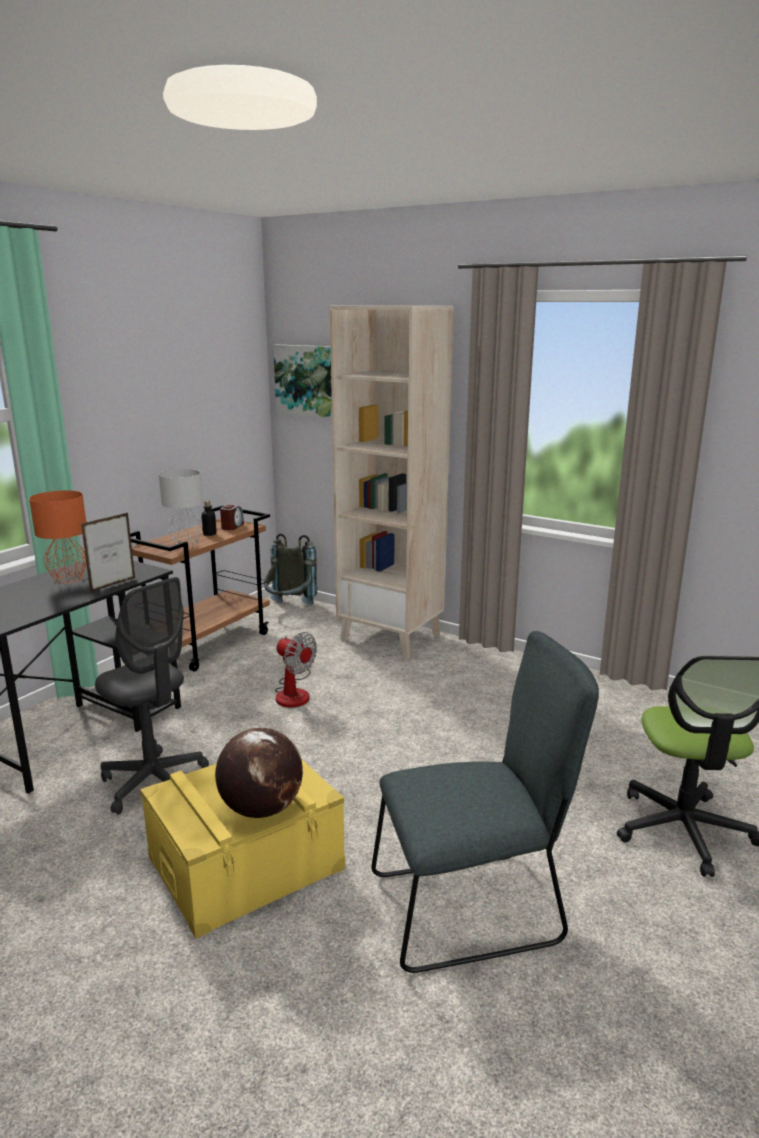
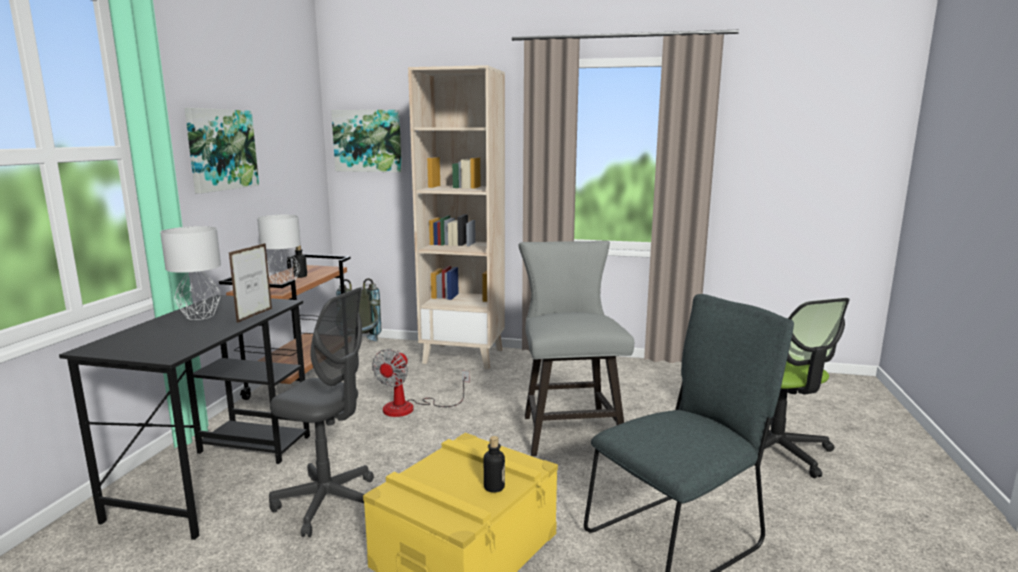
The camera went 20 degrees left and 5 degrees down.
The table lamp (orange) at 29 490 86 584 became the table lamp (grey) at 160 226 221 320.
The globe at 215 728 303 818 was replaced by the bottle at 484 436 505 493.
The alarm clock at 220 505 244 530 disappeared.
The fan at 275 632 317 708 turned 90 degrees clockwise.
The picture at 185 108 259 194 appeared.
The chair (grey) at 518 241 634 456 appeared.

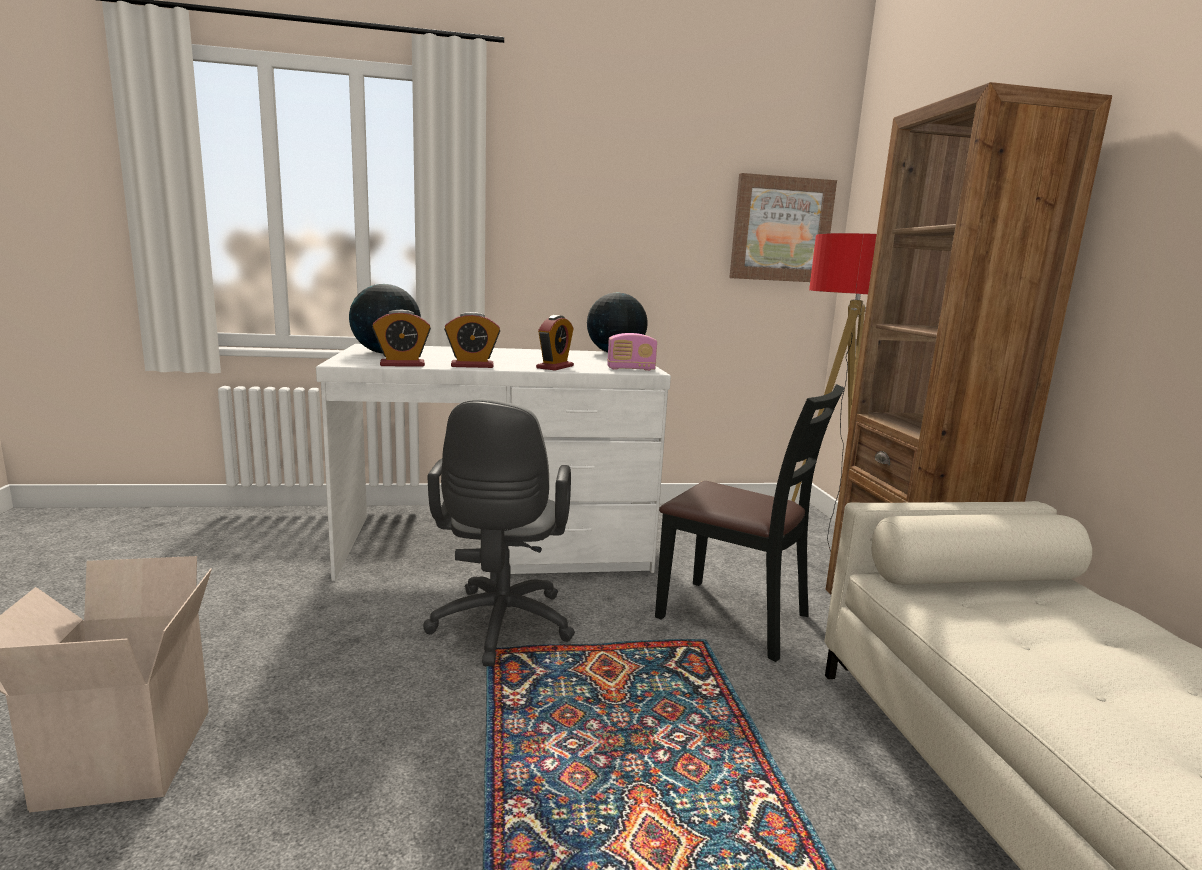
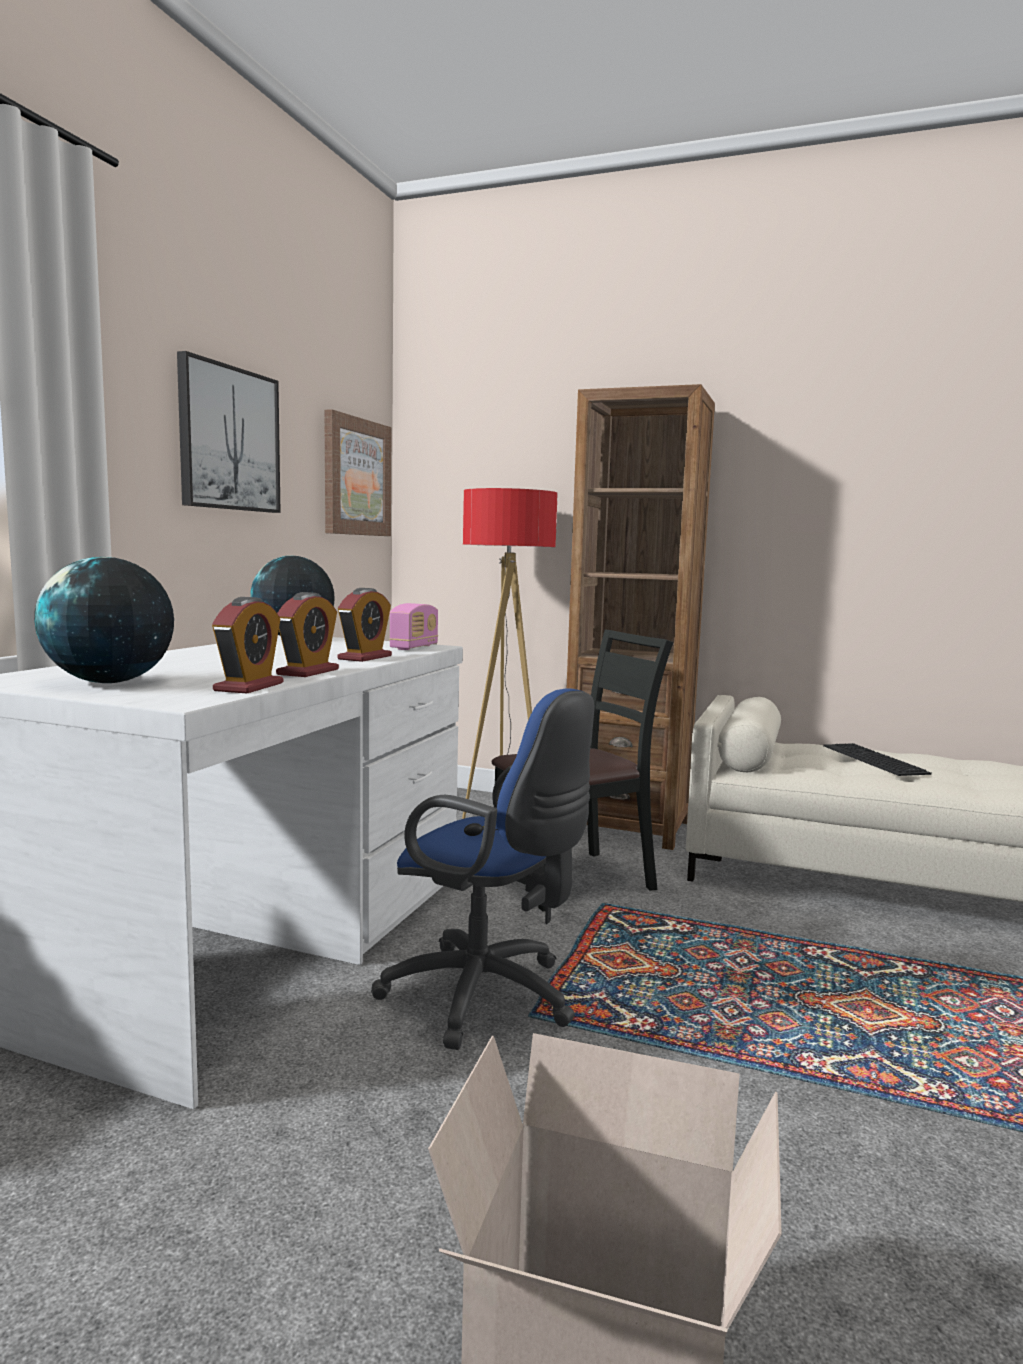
The camera went 60 degrees left and 5 degrees down.
The office chair (grey) at 423 399 575 666 became the office chair (blue) at 371 689 594 1050.
The alarm clock at 536 315 574 370 turned 60 degrees clockwise.
The picture at 177 351 281 513 appeared.
The keyboard at 823 743 932 776 appeared.

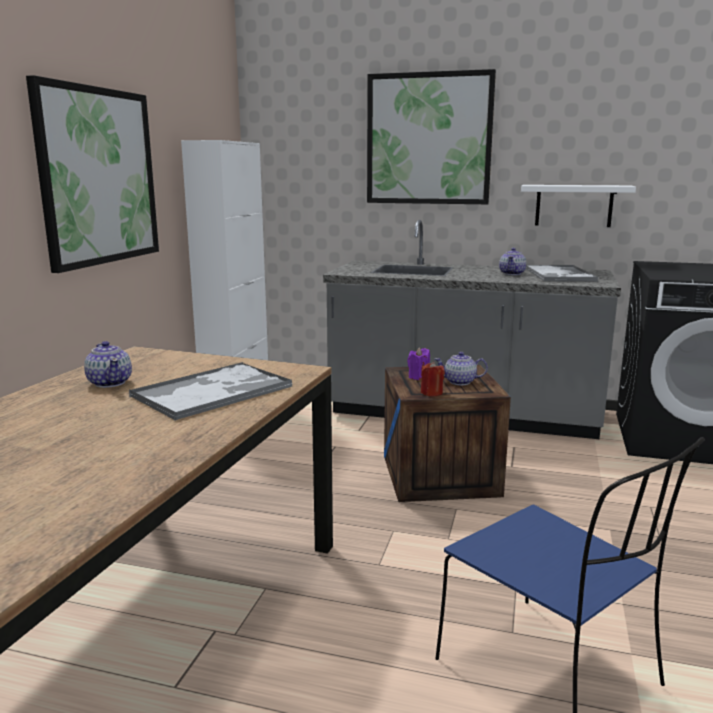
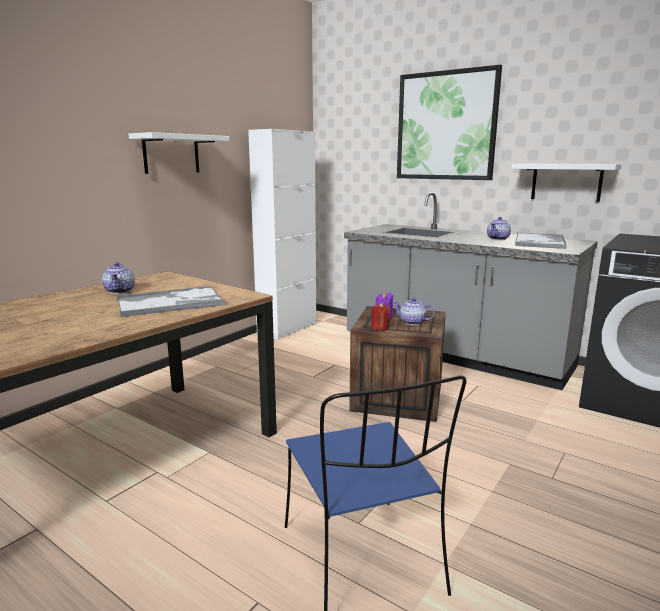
The camera went 20 degrees right and 0 degrees up.
The picture at 26 75 159 273 was replaced by the shelf (white) at 128 132 229 174.

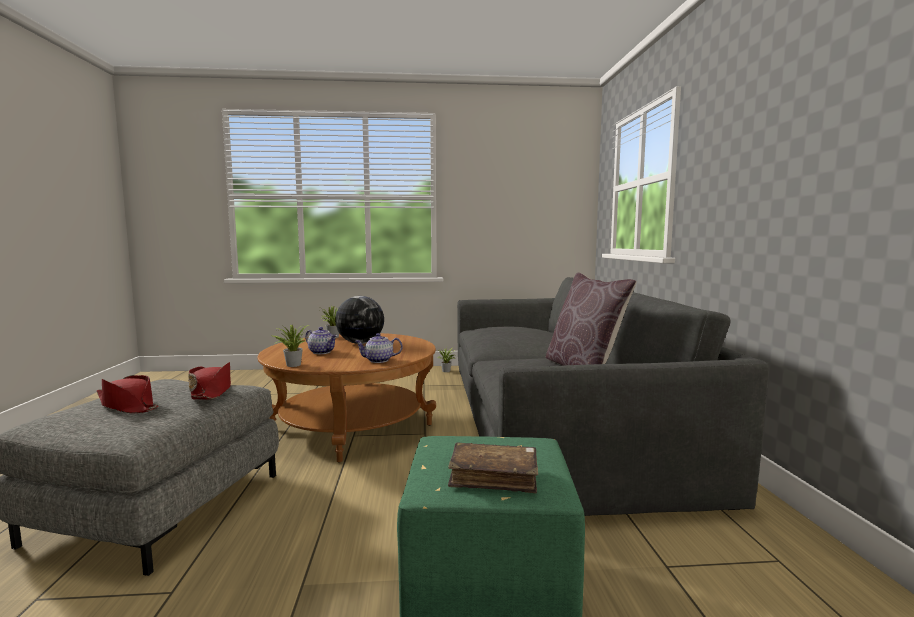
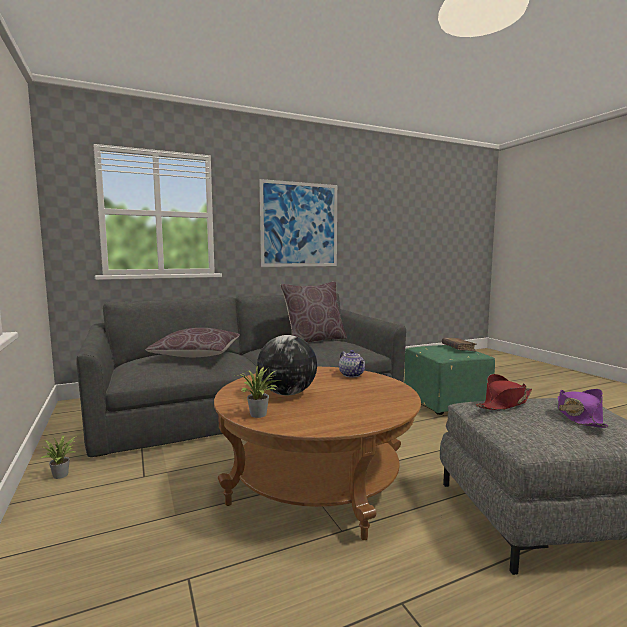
The camera went 110 degrees left and 0 degrees up.
The hat (red) at 97 375 159 413 became the hat (purple) at 558 389 609 428.
The potted plant at 272 325 309 367 disappeared.
The teapot at 305 327 337 354 disappeared.
The pillow (brown) at 146 328 240 357 appeared.
The picture at 259 179 337 267 appeared.

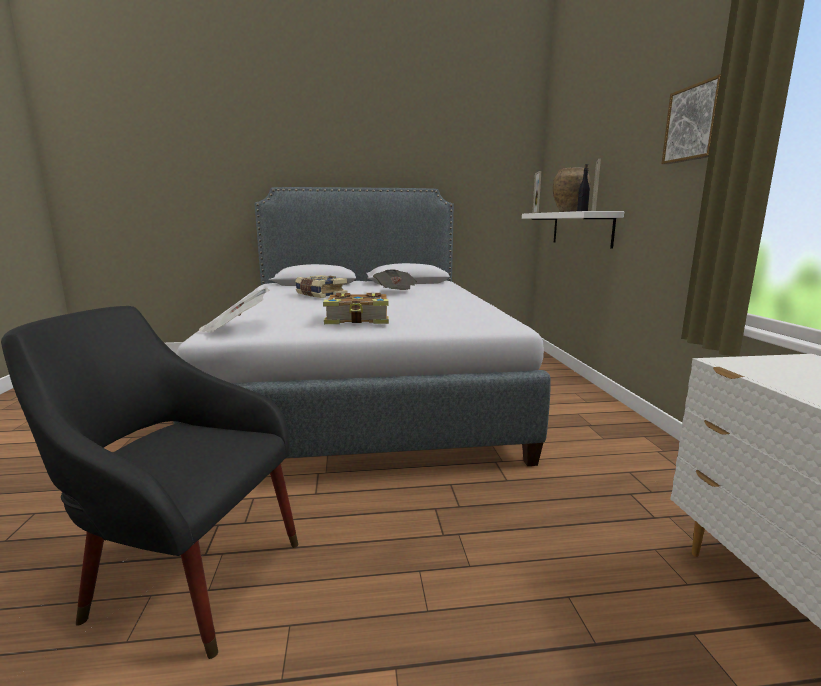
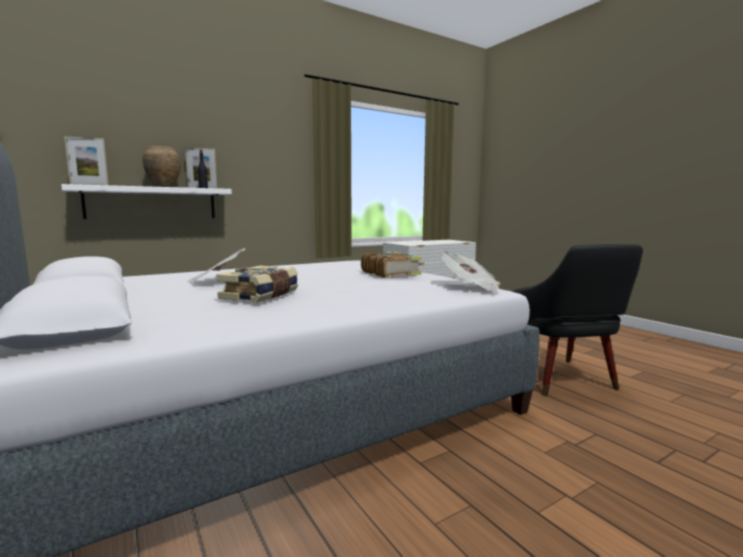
The camera went 115 degrees left and 5 degrees down.
The picture at 662 74 721 164 disappeared.

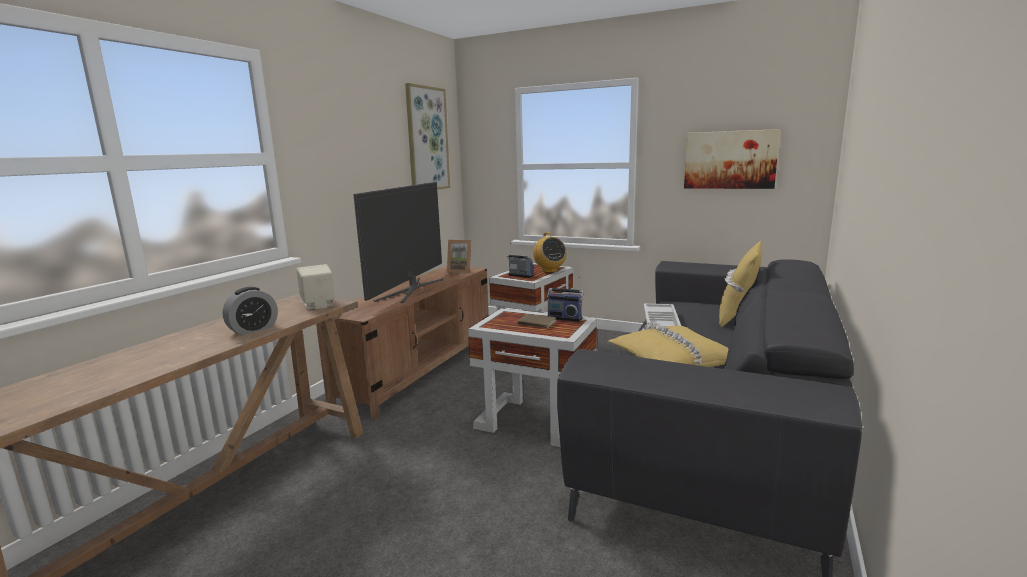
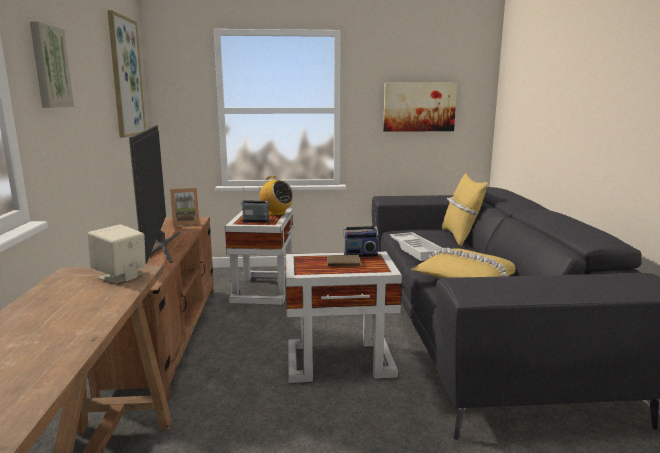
The camera went 30 degrees left and 0 degrees up.
The alarm clock at 223 287 278 335 disappeared.
The picture at 30 21 74 108 appeared.

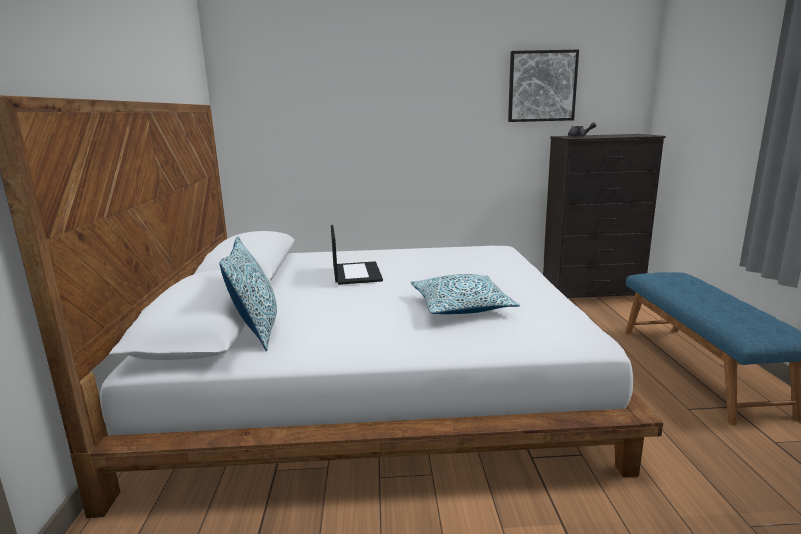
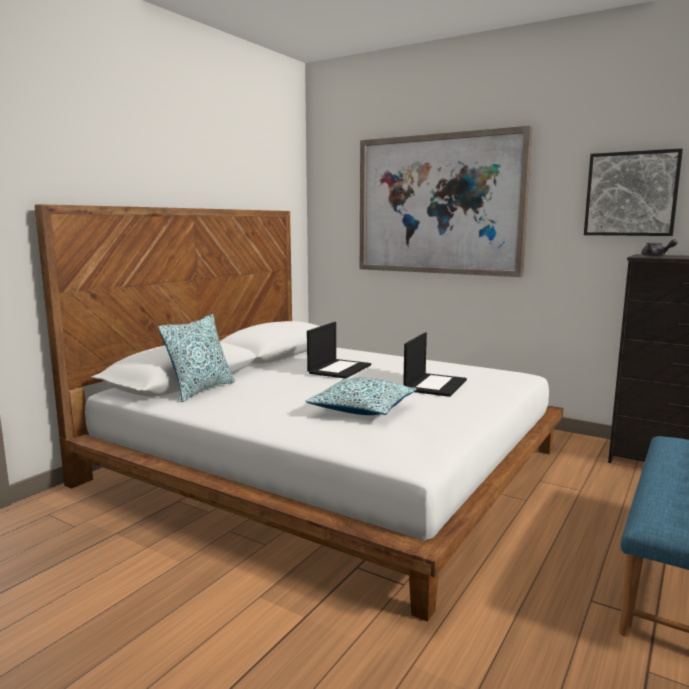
The camera went 35 degrees right and 5 degrees down.
The picture at 360 126 533 277 appeared.
The laptop at 403 333 467 397 appeared.

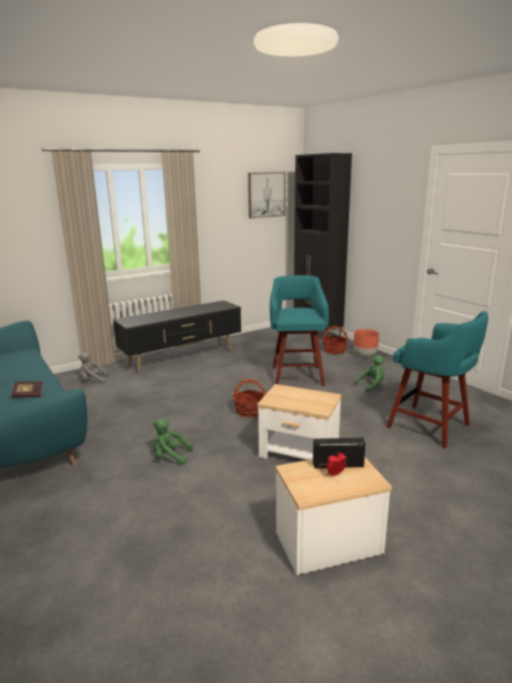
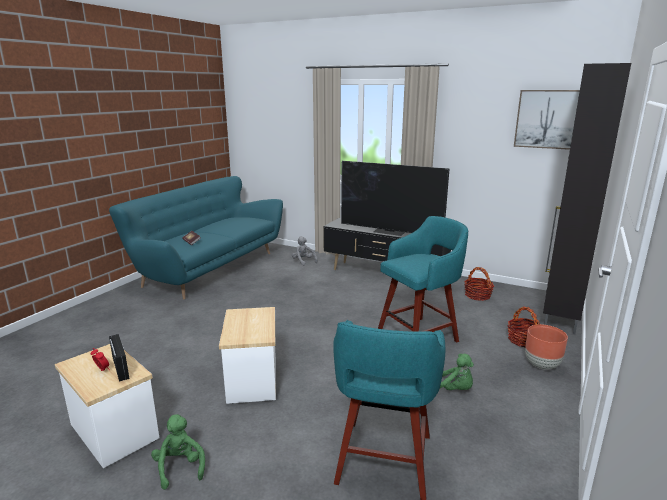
The camera went 60 degrees right and 0 degrees up.
The plush toy (green) moved from 153 419 193 465 to 151 414 205 490.
The basket moved from 232 379 266 418 to 464 267 494 301.
The television at 341 161 449 236 appeared.

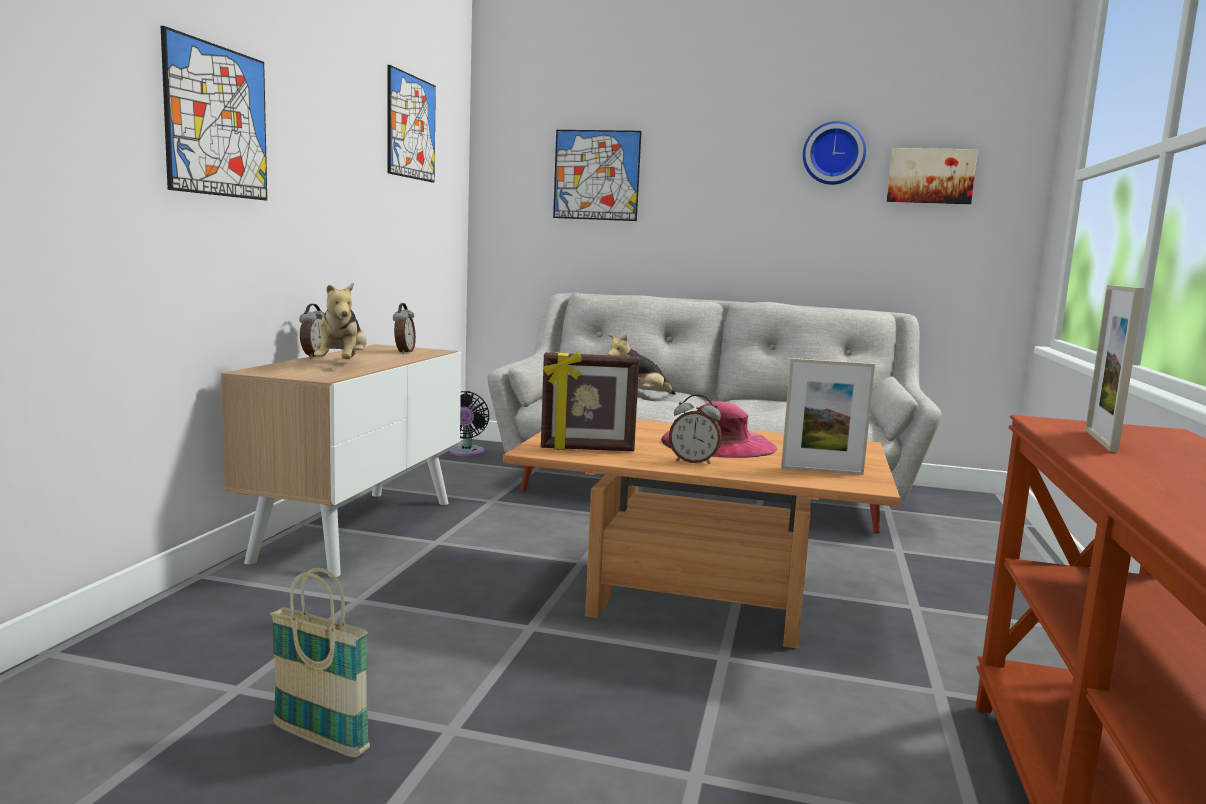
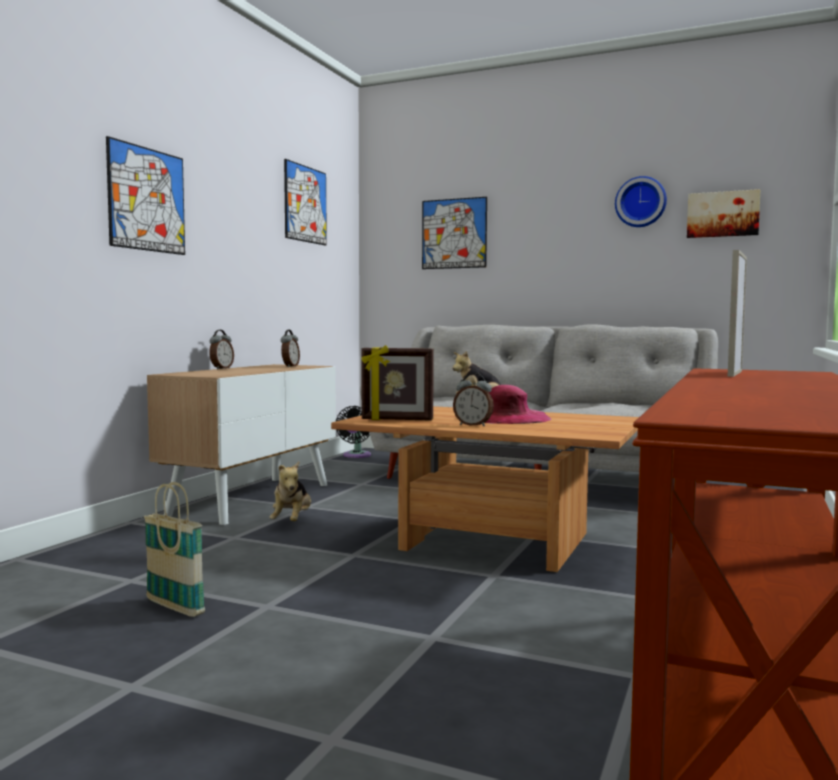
The camera went 10 degrees right and 5 degrees down.
The plush toy moved from 314 282 367 359 to 269 462 311 521.
The picture frame at 781 358 875 475 disappeared.

